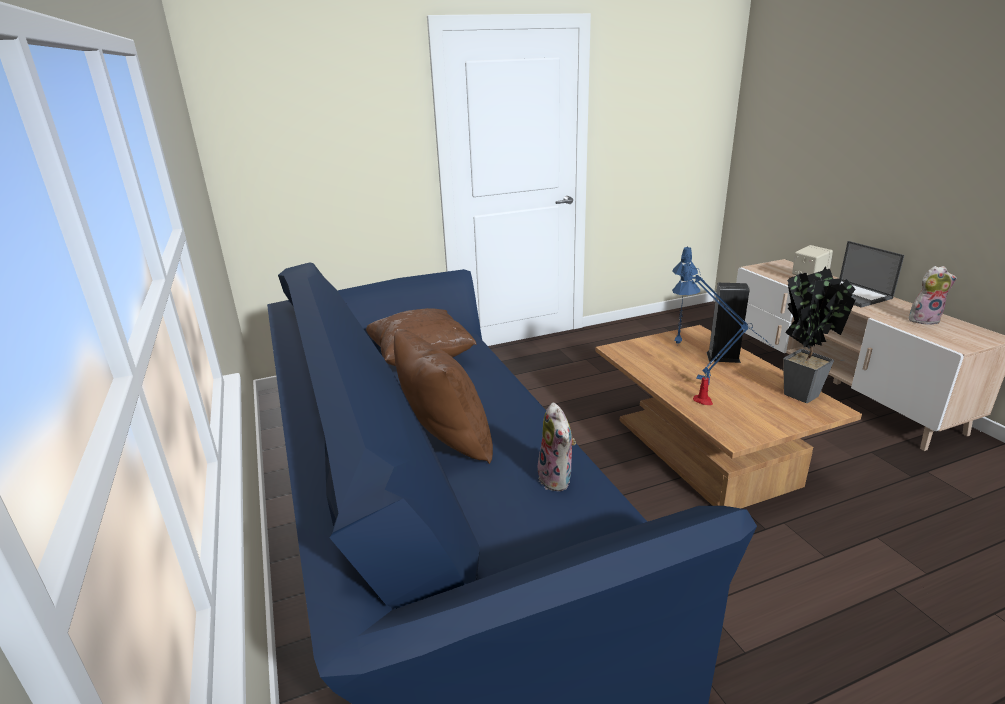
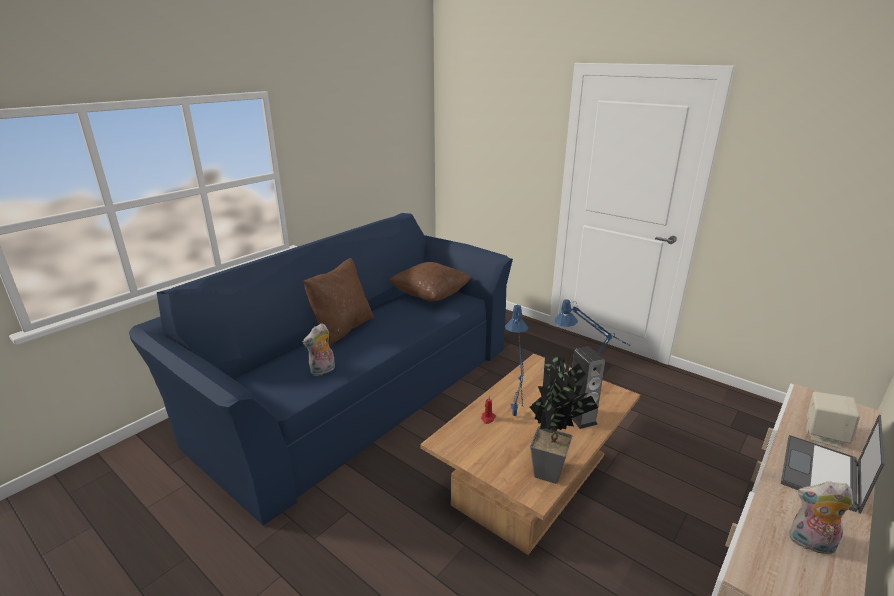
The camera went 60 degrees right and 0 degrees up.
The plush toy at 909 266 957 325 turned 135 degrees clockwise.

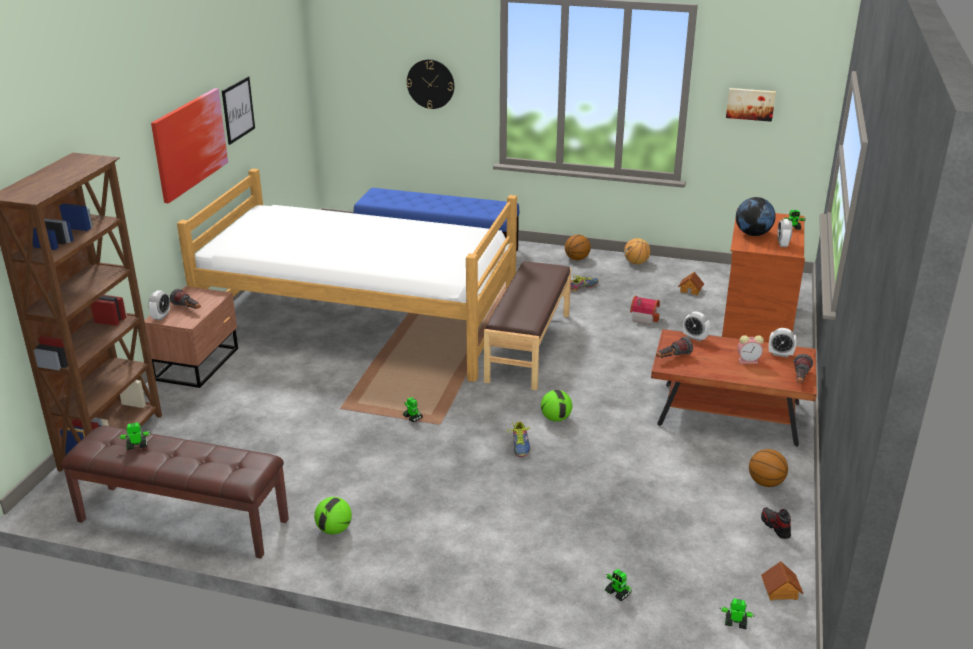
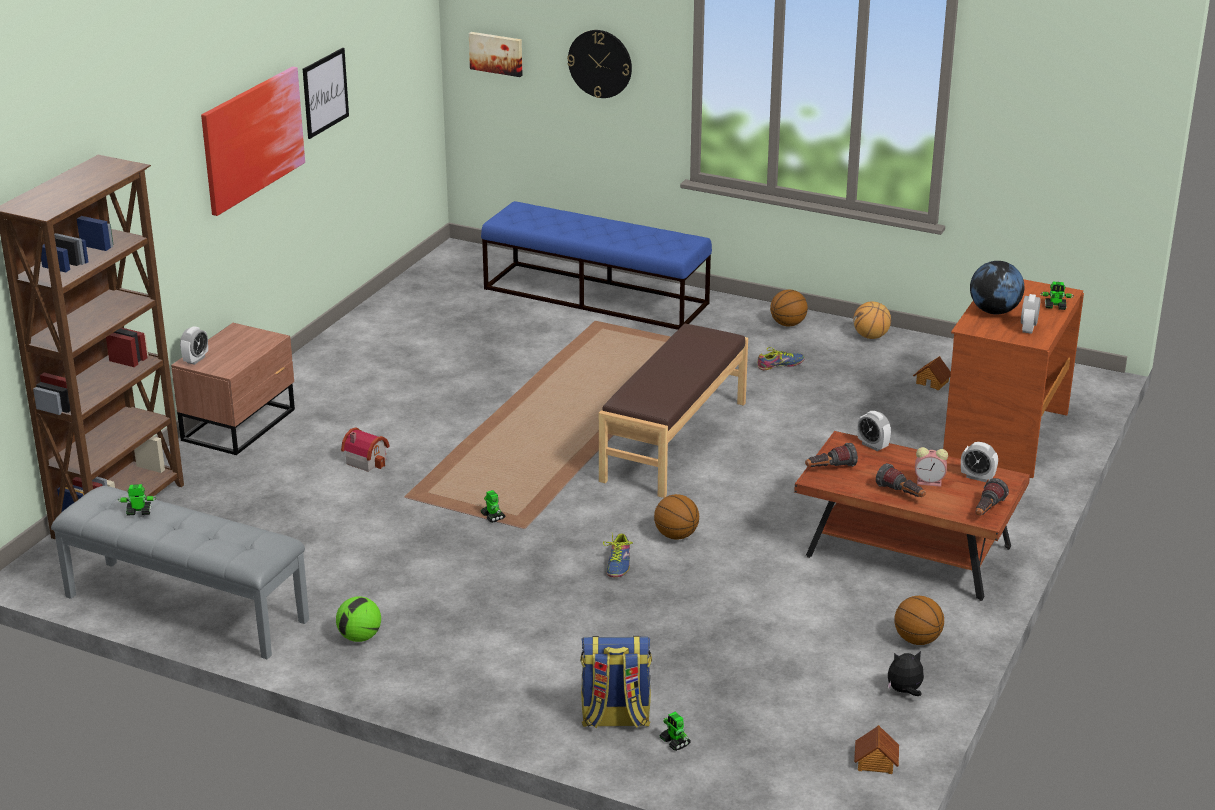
The camera went 10 degrees right and 0 degrees up.
The bench (brown) at 61 425 289 559 became the bench (grey) at 51 486 309 659.
The flashlight moved from 170 289 201 309 to 876 463 926 497.
The bed at 177 169 517 382 disappeared.
The football at 541 390 572 422 was replaced by the basketball at 654 494 699 540.
The toy house moved from 630 296 660 325 to 341 427 390 472.
The toy robot at 720 598 755 629 disappeared.
The picture moved from 726 88 776 122 to 469 32 522 77.
The shoe at 761 507 791 539 was replaced by the plush toy at 888 651 924 696.
The backpack at 580 636 652 728 appeared.

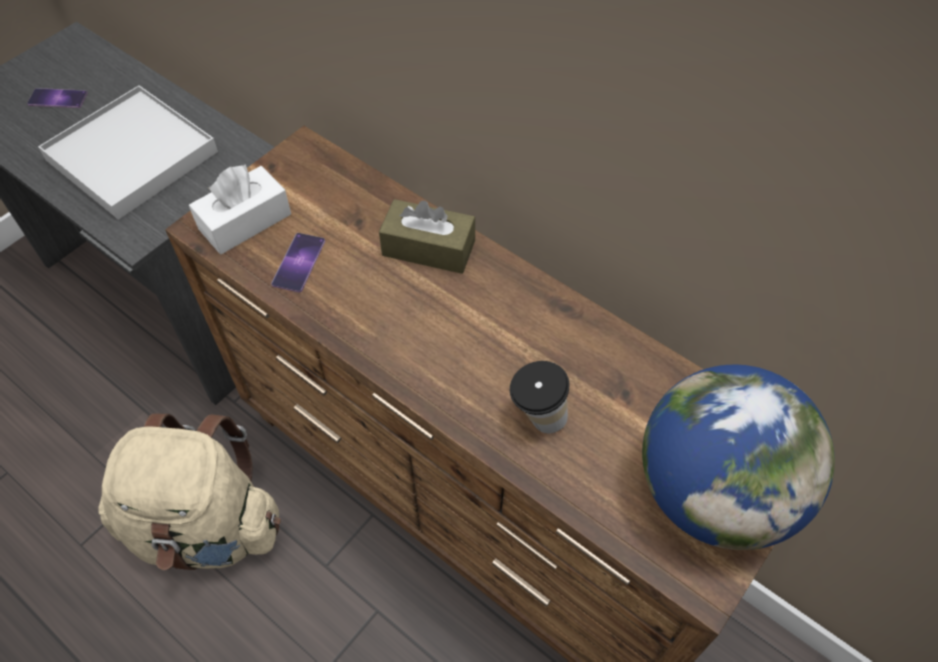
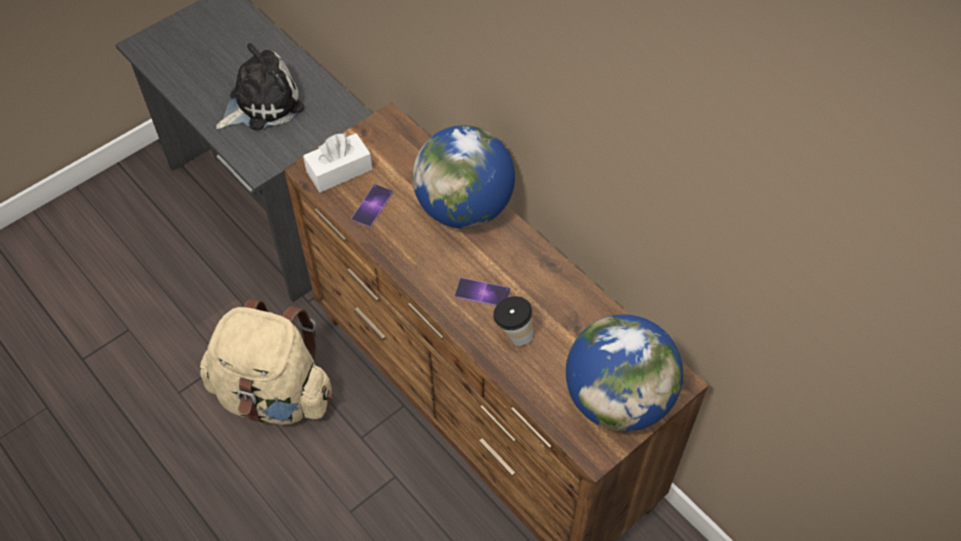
The camera went 10 degrees right and 0 degrees up.
The phone moved from 27 88 88 108 to 455 278 510 306.
The tray (white) at 38 85 218 220 was replaced by the plush toy at 216 43 304 131.
The tissue box (brown) at 379 199 475 274 was replaced by the globe at 412 125 515 228.

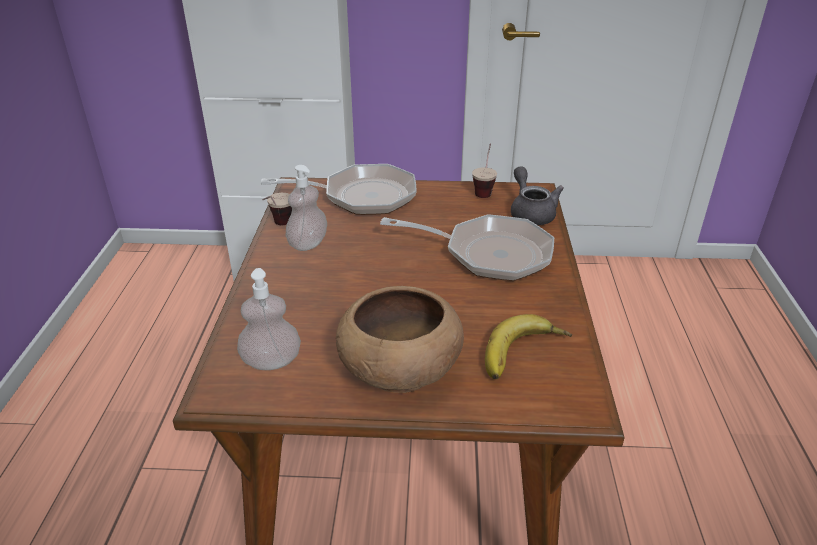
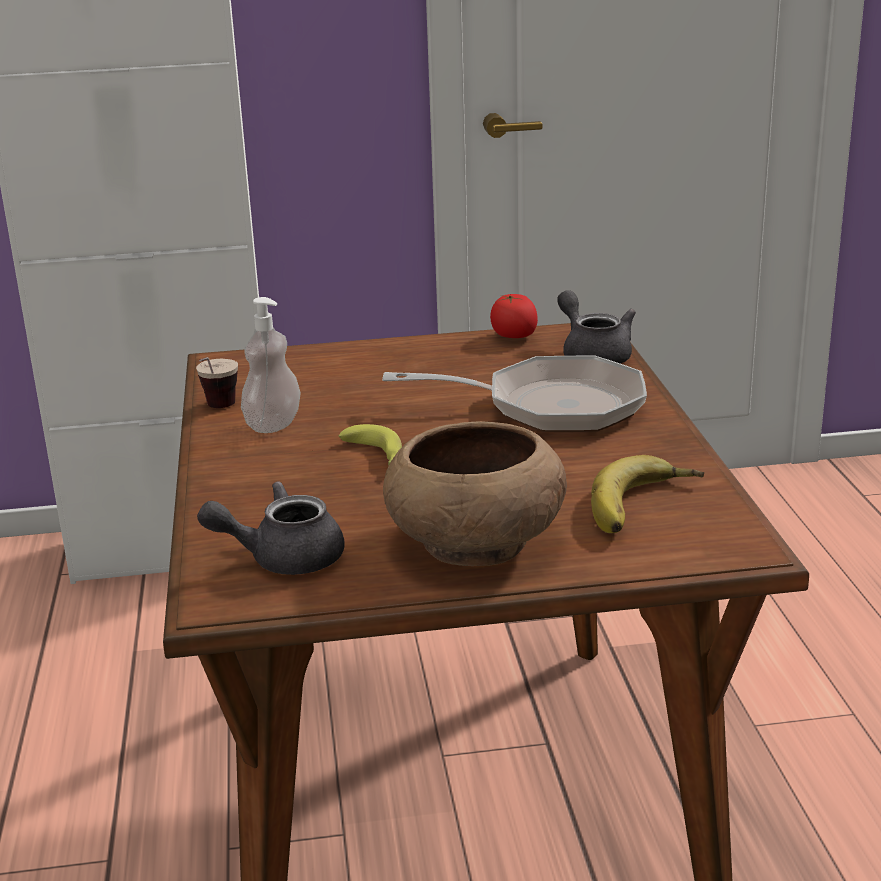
The camera went 10 degrees left and 10 degrees down.
The soap dispenser at 237 268 301 370 was replaced by the teapot (grey) at 197 482 345 575.
The frying pan at 261 164 417 215 disappeared.
The cup at 472 143 497 198 was replaced by the tomato at 490 294 538 338.
The banana at 339 424 402 466 appeared.

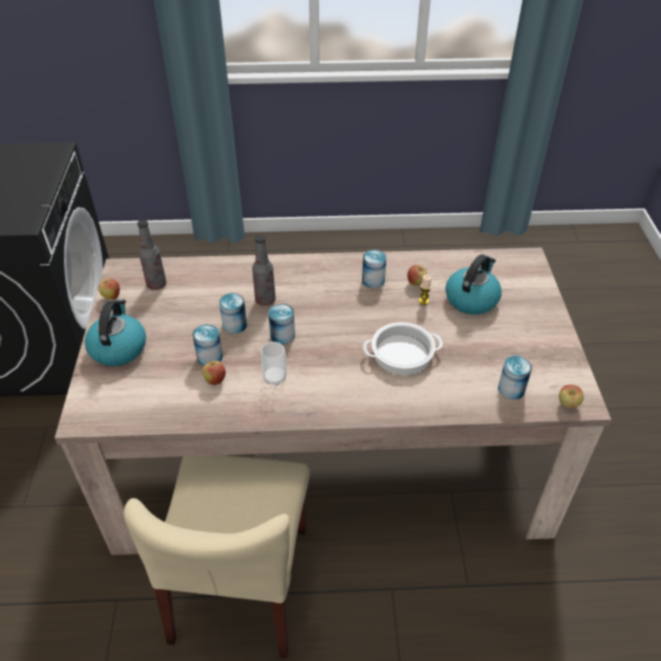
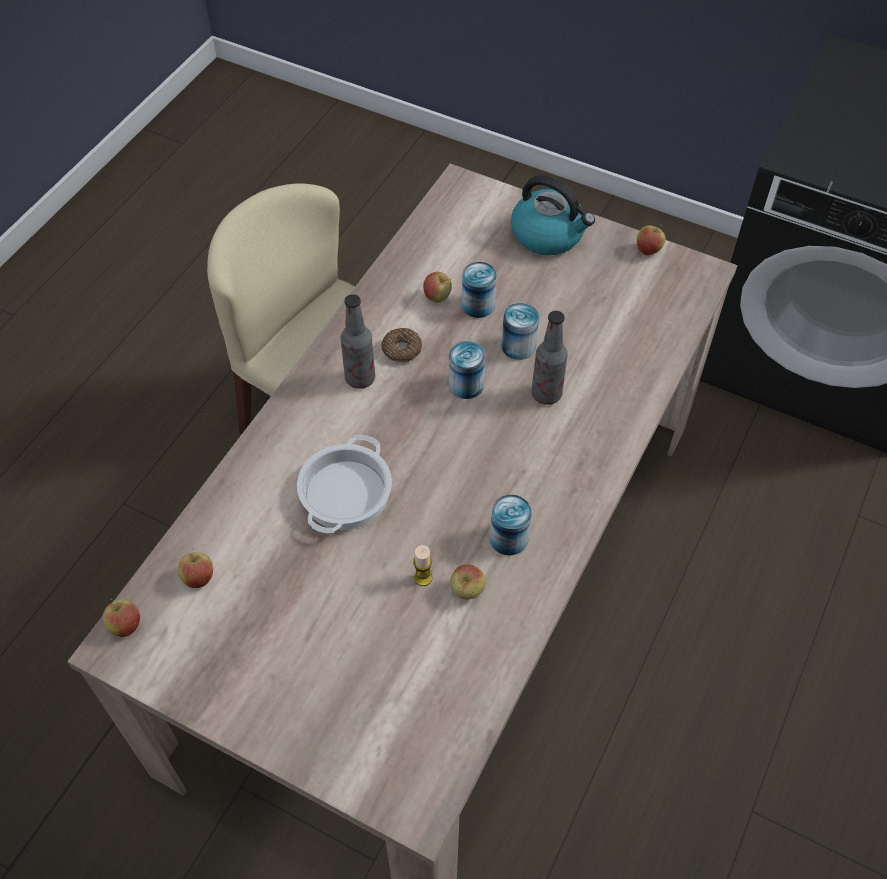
The camera went 120 degrees right and 10 degrees up.
The bottle moved from 137 220 166 290 to 341 294 375 389.
The cup at 261 342 286 386 was replaced by the donut at 382 328 422 363.
The kettle at 445 254 502 315 disappeared.
The can at 498 356 532 400 was replaced by the apple at 178 548 213 588.

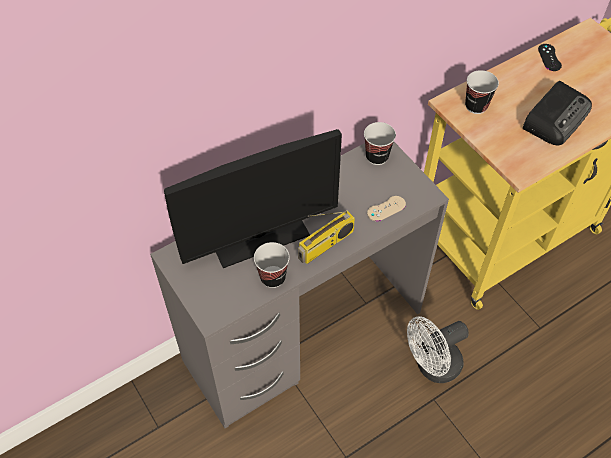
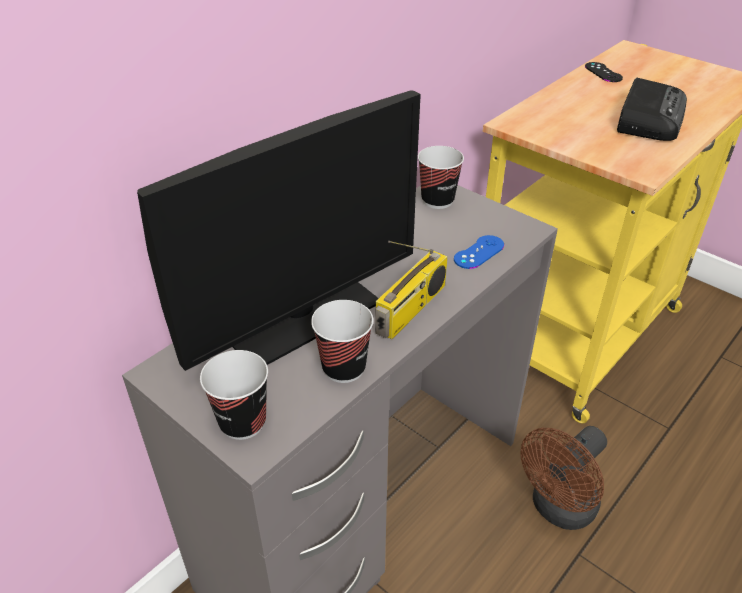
The camera went 15 degrees left and 15 degrees down.
The game controller (beige) at 367 196 406 221 became the game controller (blue) at 454 235 504 269.
The fan (white) at 407 316 469 383 became the fan (brown) at 520 426 607 530.
The cup moved from 465 70 499 114 to 200 350 268 440.

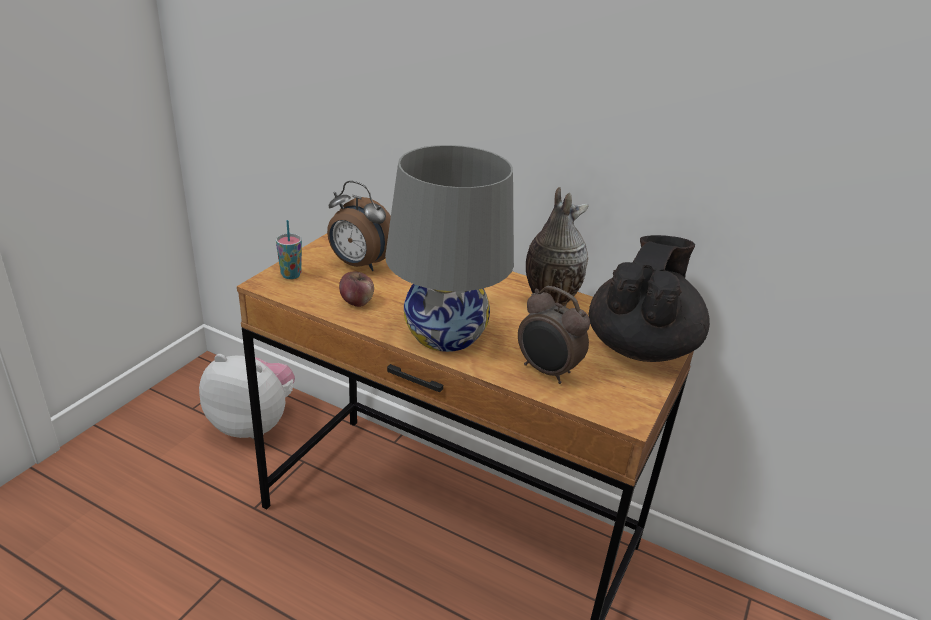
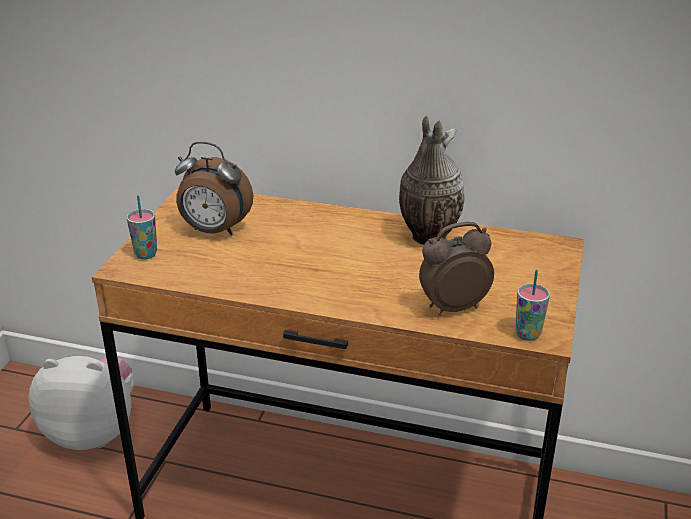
The camera went 10 degrees left and 0 degrees up.
The apple at 339 271 374 307 disappeared.
The table lamp (grey) at 385 145 514 352 disappeared.
The alarm clock at 518 286 590 384 turned 135 degrees clockwise.
The teapot (black) at 589 235 710 362 disappeared.
The cup at 515 270 550 341 appeared.

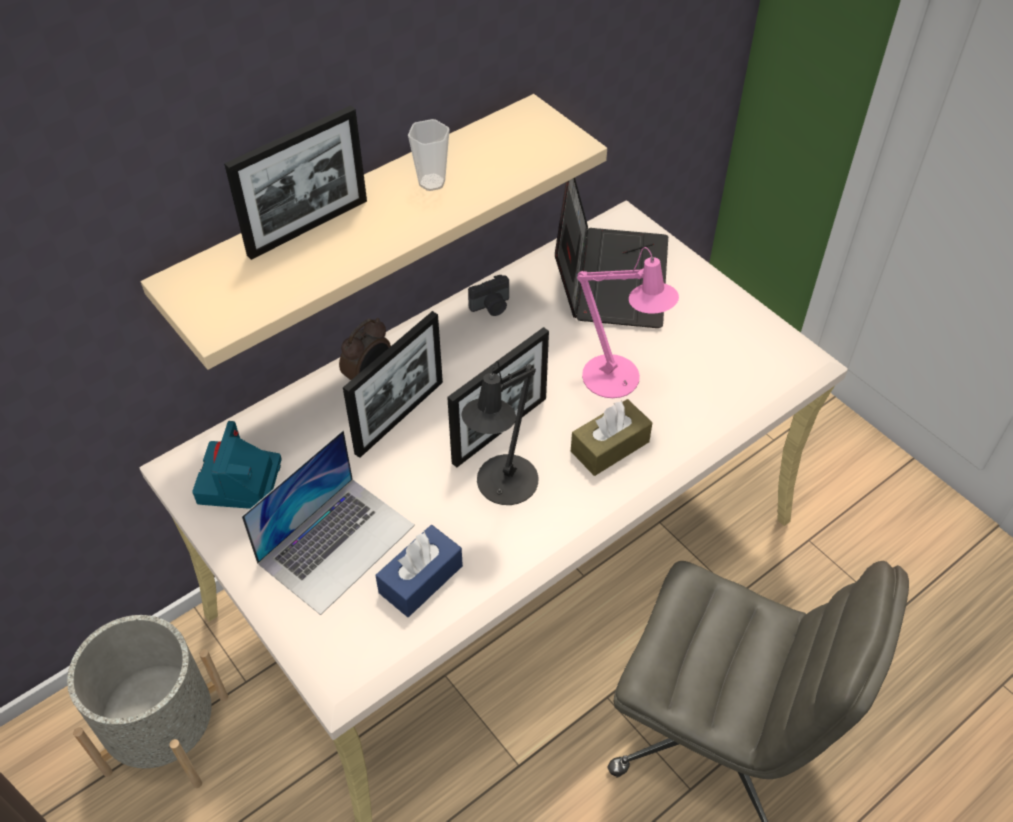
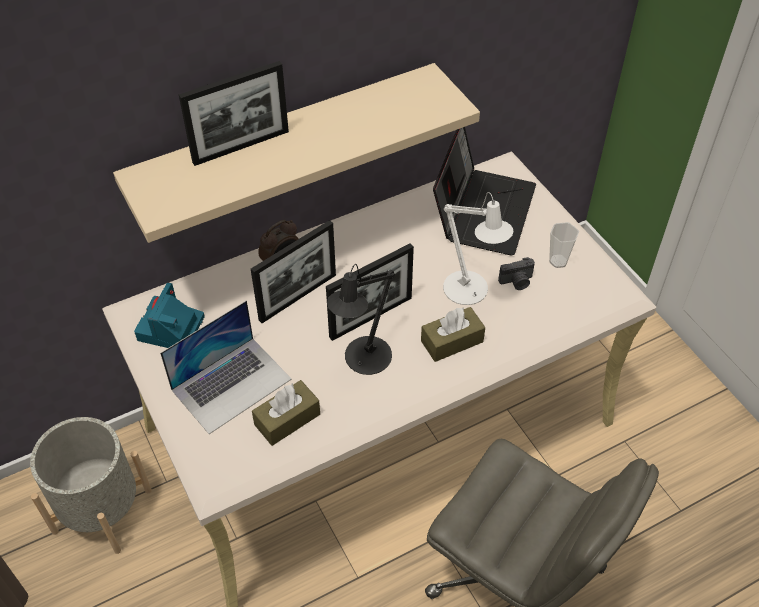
The camera went 10 degrees right and 0 degrees up.
The tissue box (blue) at 376 525 463 617 became the tissue box (brown) at 252 380 320 446.
The cup moved from 408 119 450 191 to 549 222 579 268.
The photo camera moved from 468 275 509 316 to 498 257 535 290.
The table lamp (pink) at 577 247 679 398 became the table lamp (white) at 443 192 513 305.

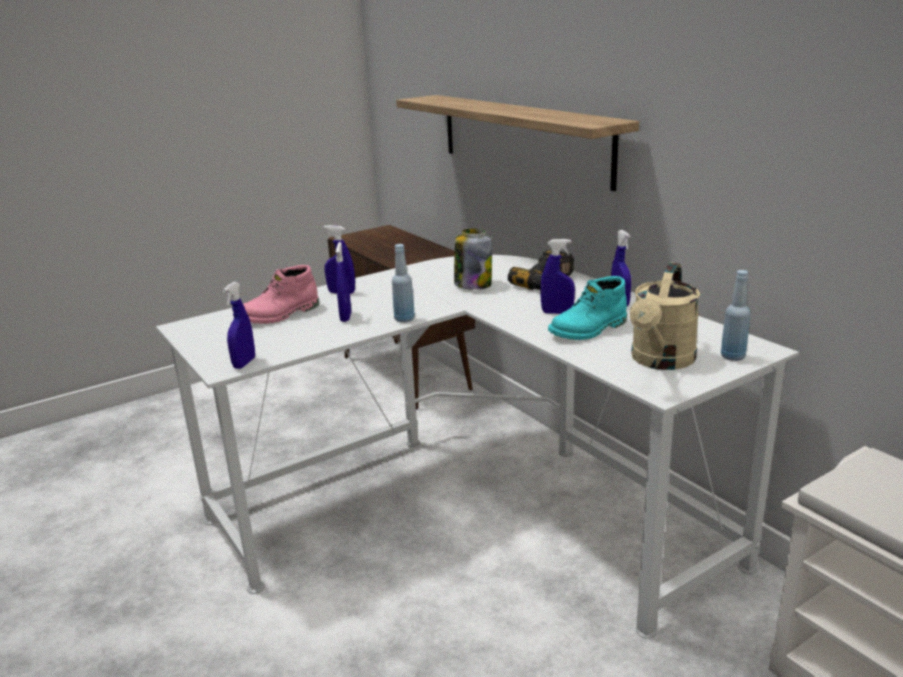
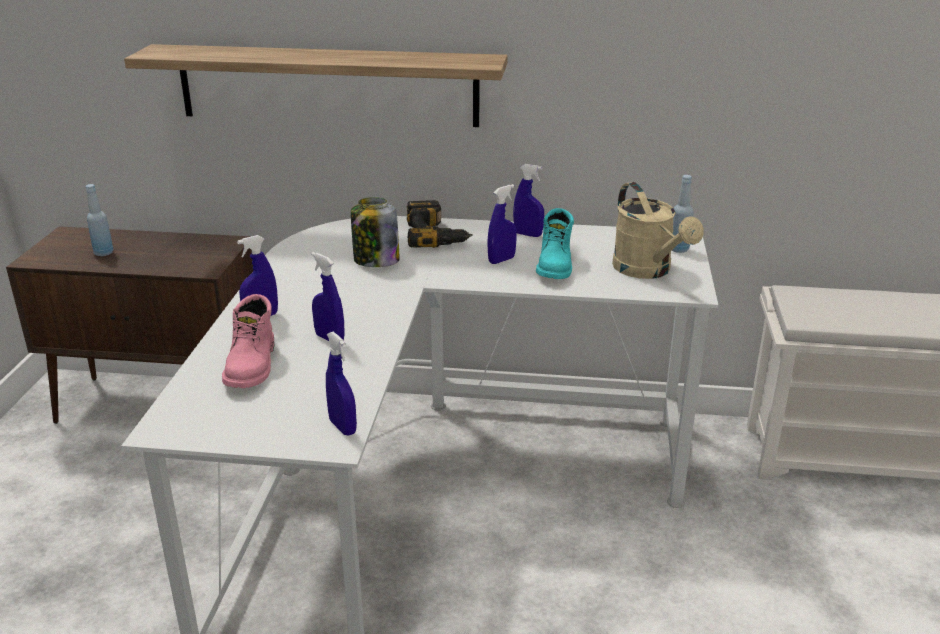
The camera went 50 degrees left and 5 degrees up.
The bottle (blue) moved from 392 244 415 322 to 86 184 114 256.

